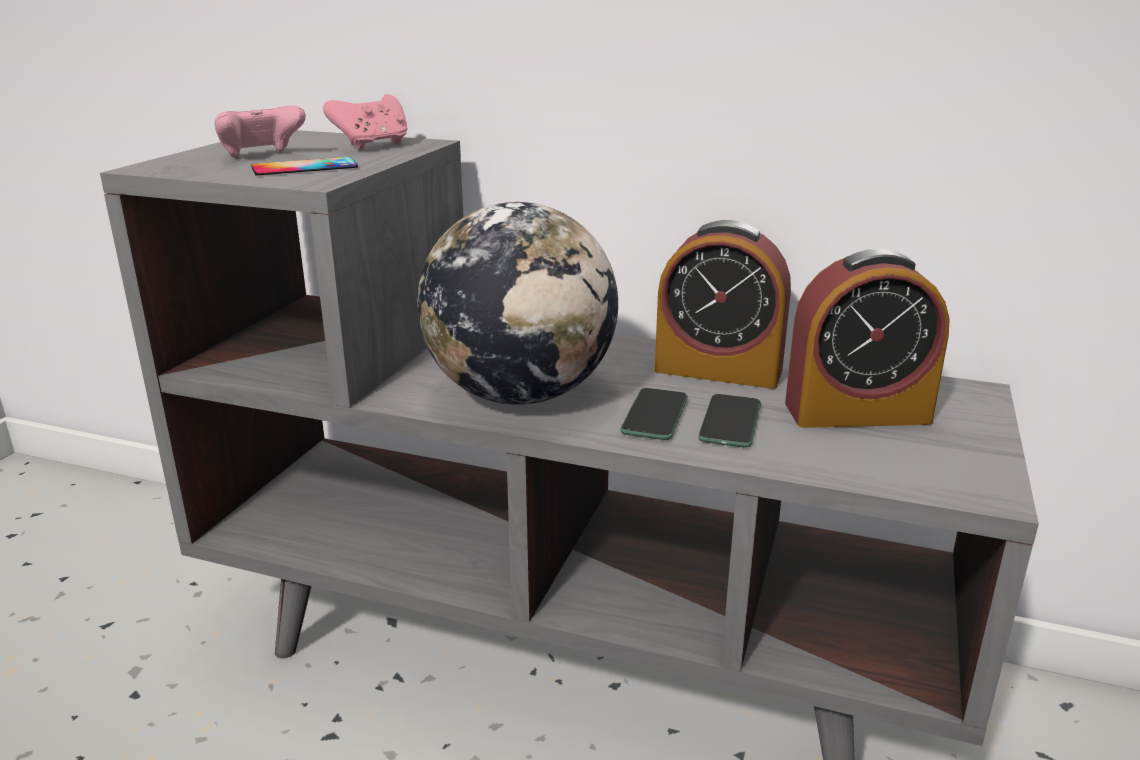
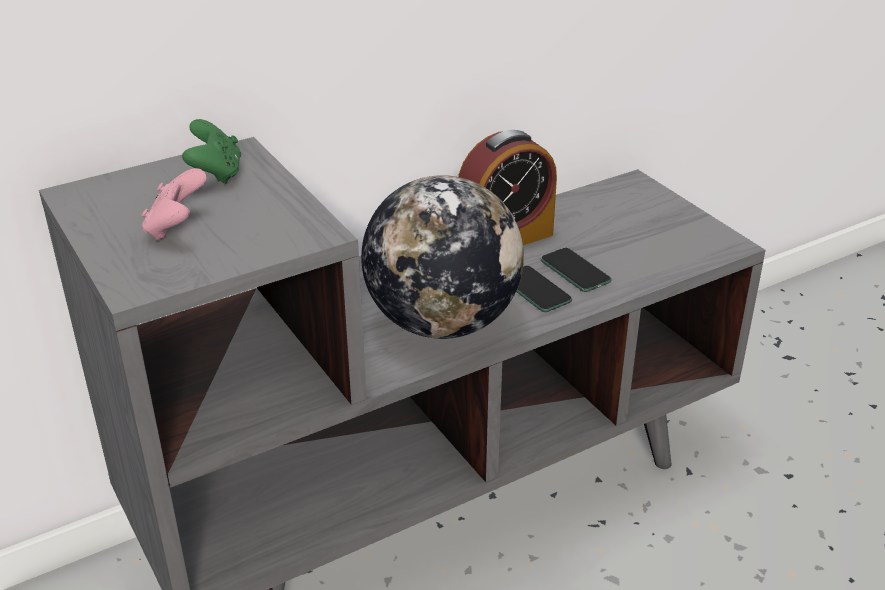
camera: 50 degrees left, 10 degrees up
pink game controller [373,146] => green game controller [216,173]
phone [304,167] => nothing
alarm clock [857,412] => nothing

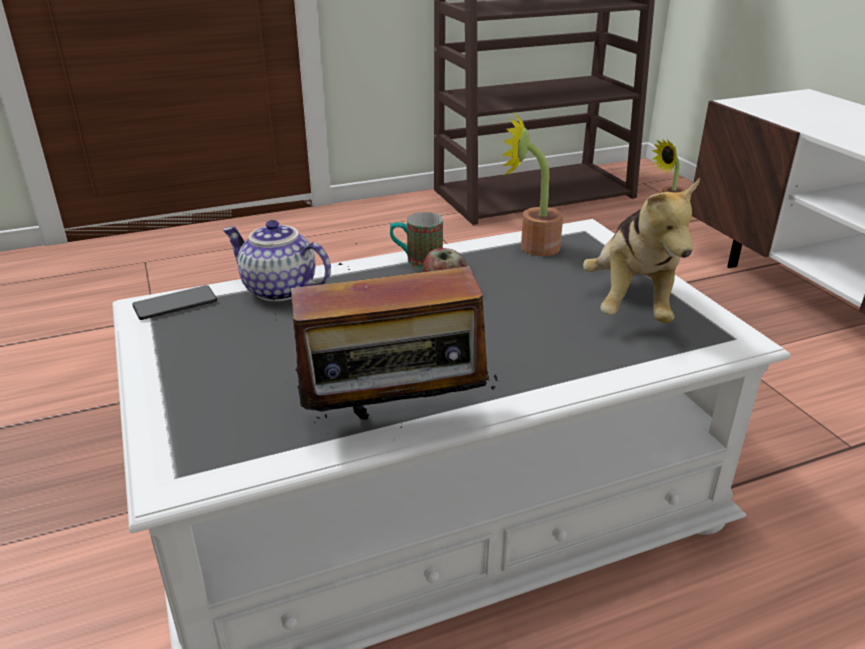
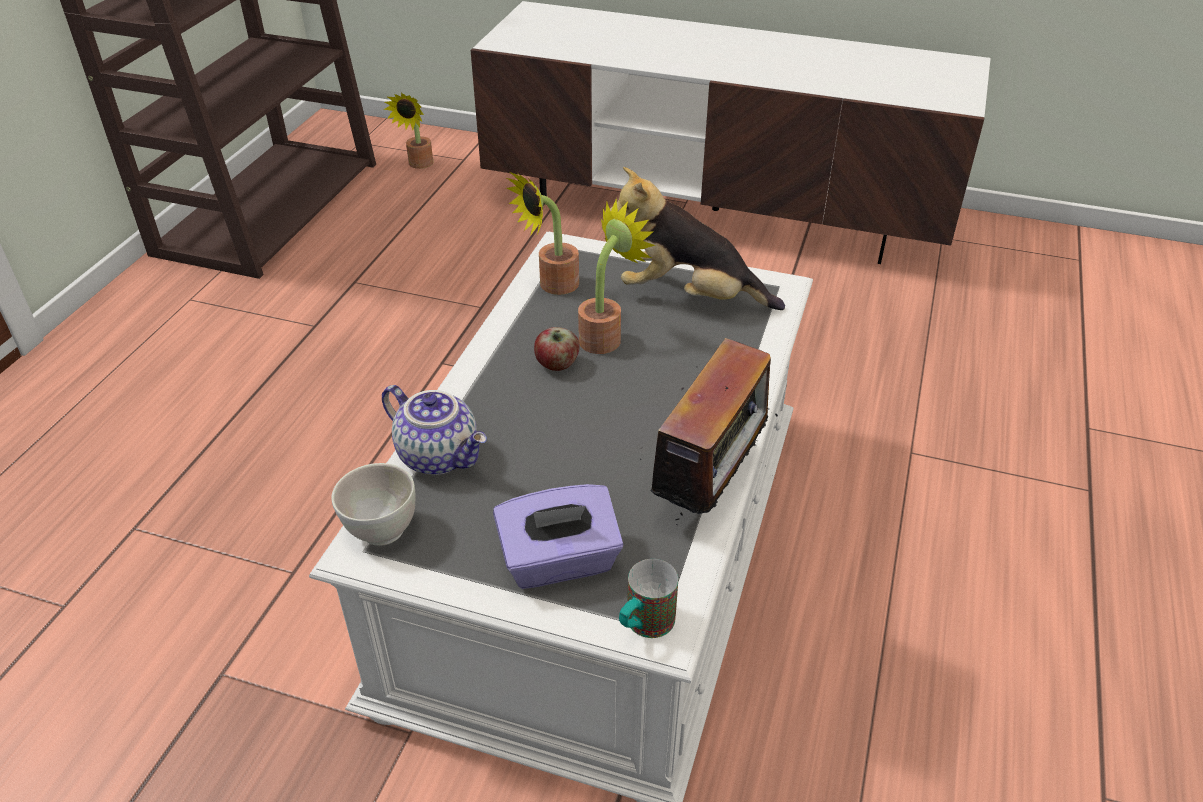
camera: 50 degrees left, 10 degrees up
plush toy [630,303] => plush toy [689,297], 150 degrees clockwise
mug [416,261] => mug [644,626], relocated
teapot [278,290] => teapot [440,455], 120 degrees counterclockwise
phone [175,304] => white bowl [381,530]
nothing => potted plant [606,336]
nothing => purple tissue box [559,562]

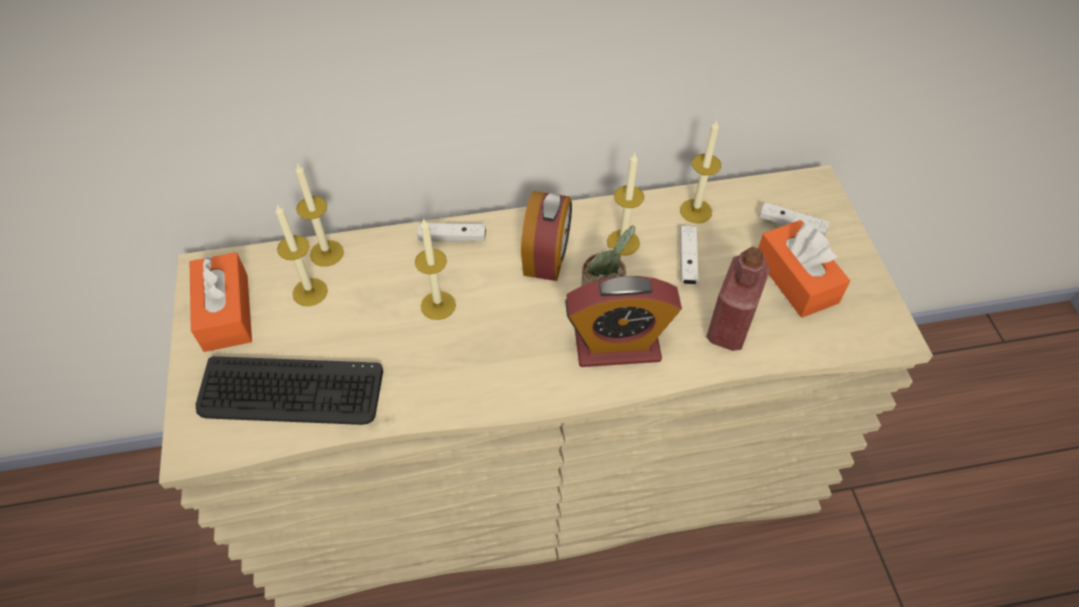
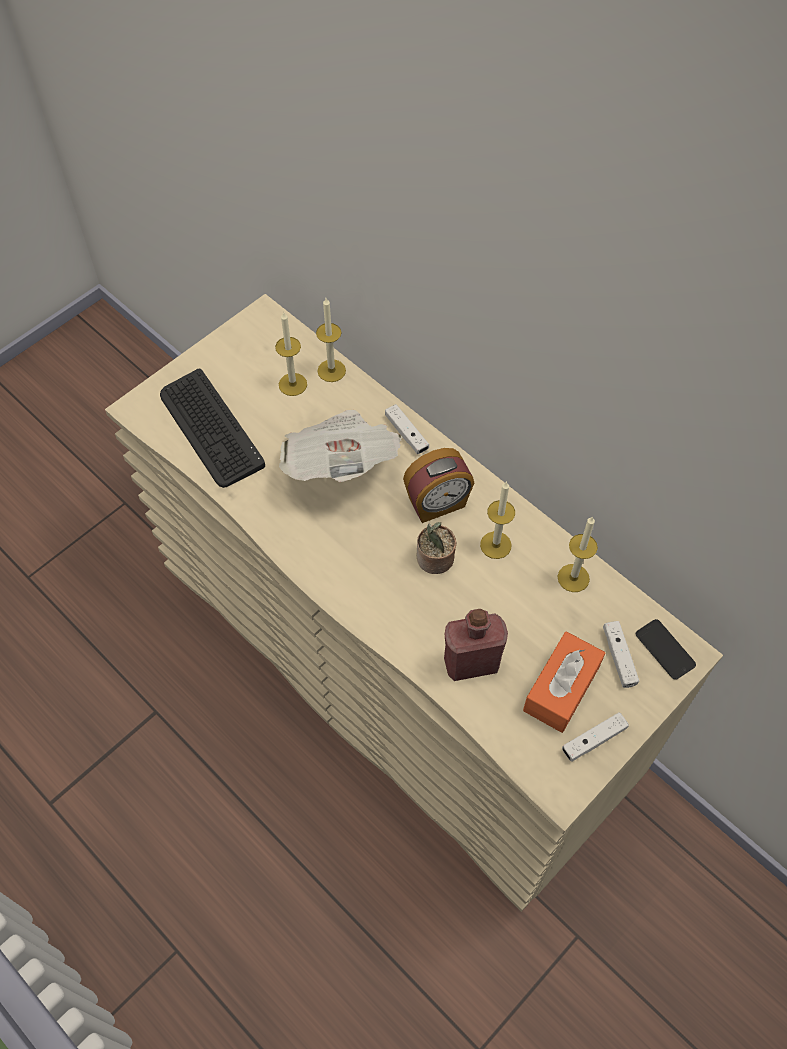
camera: 55 degrees right, 5 degrees up
candle [438,305] => newspaper [341,464]
white game controller [687,260] => white game controller [593,740], relocated
orange tissue box [226,312] => nothing
alarm clock [617,346] => nothing
nothing => phone [665,649]

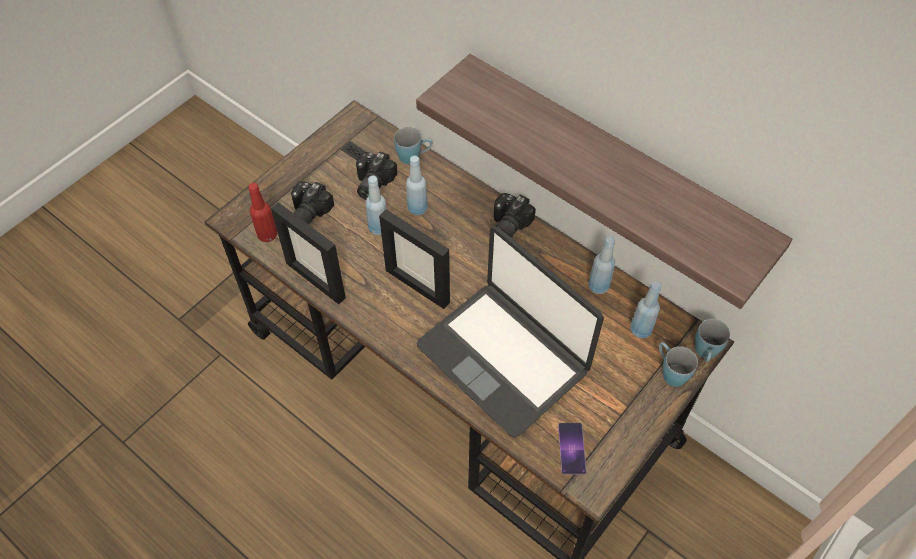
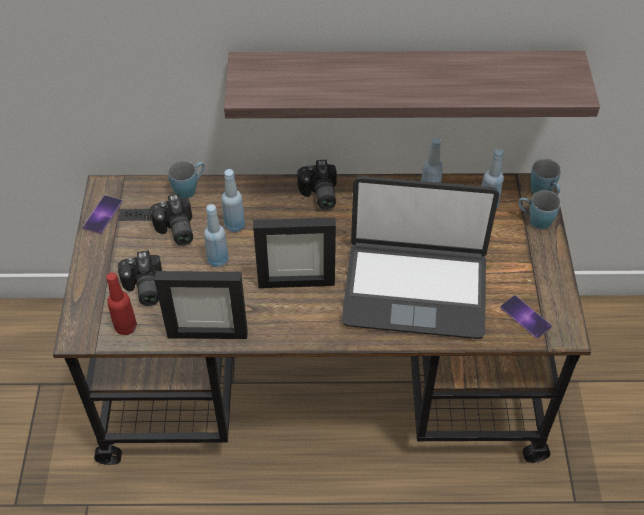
camera: 40 degrees left, 5 degrees down
nothing => phone [102,215]

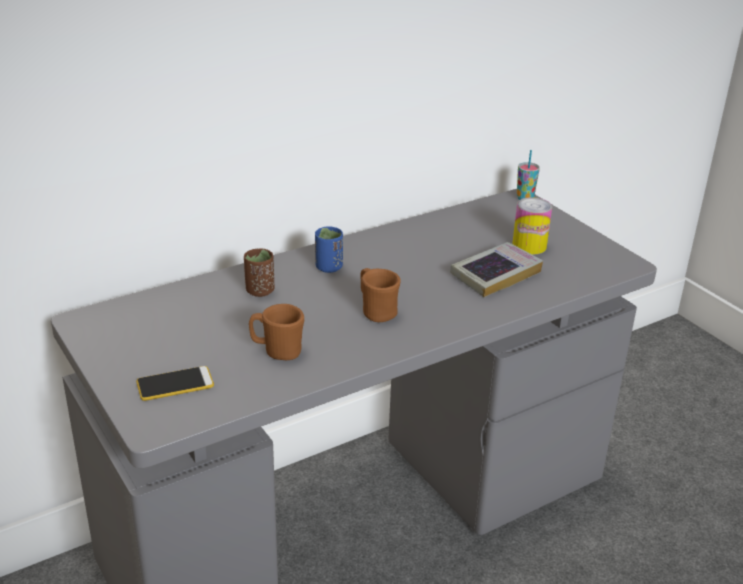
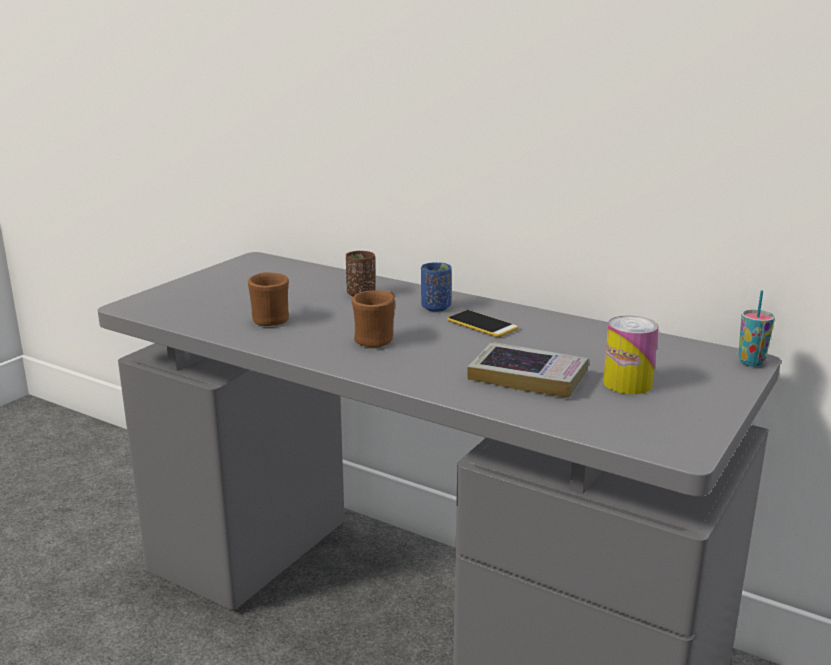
camera: 65 degrees right, 10 degrees down
phone [175,384] => phone [482,325], relocated

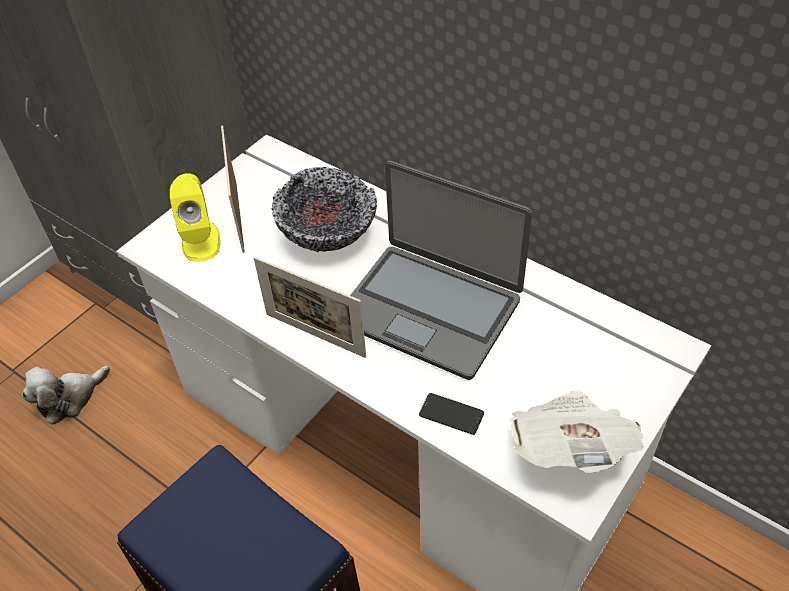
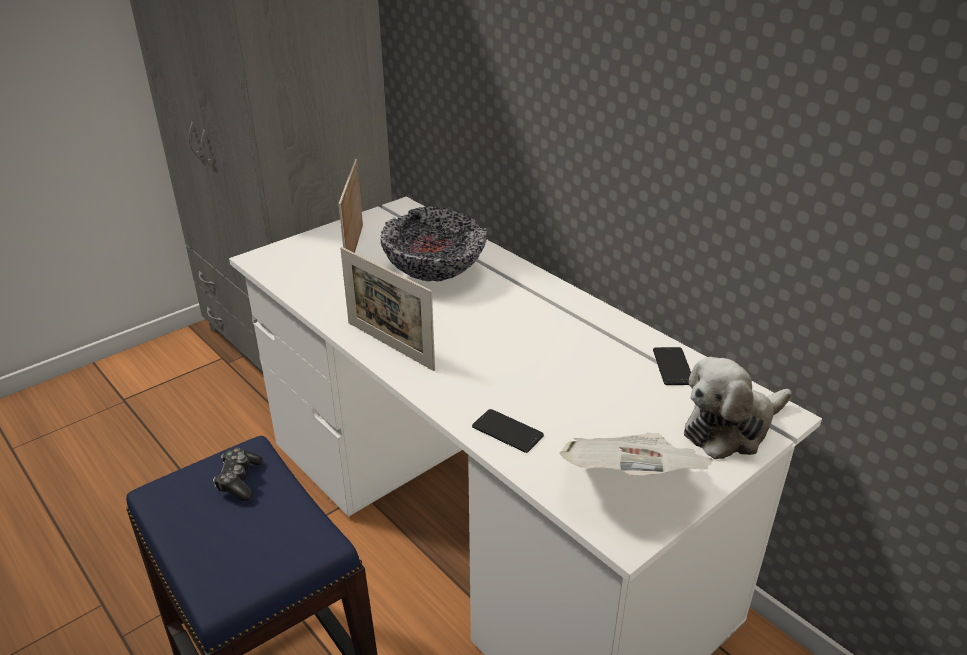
camera: 10 degrees right, 15 degrees down
laptop [430,309] => nothing
yellow speaker [201,241] => nothing
plush toy [70,398] => plush toy [731,428], relocated
nothing => phone [672,367]
nothing => game controller [239,480]

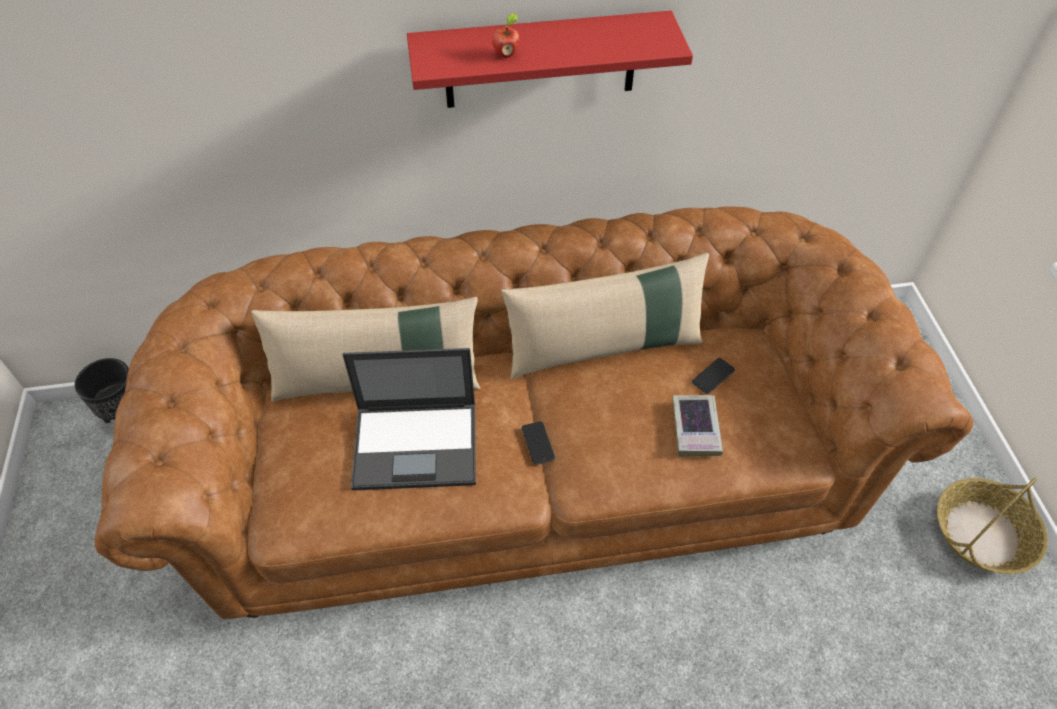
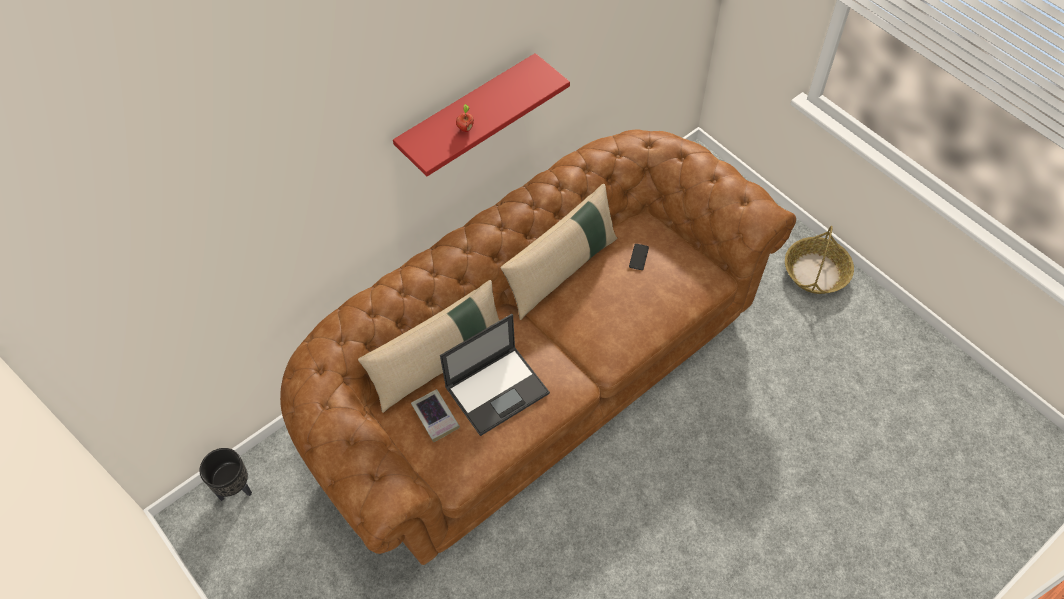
camera: 30 degrees left, 5 degrees up
book [695,428] => book [435,417], relocated
phone [538,443] => nothing

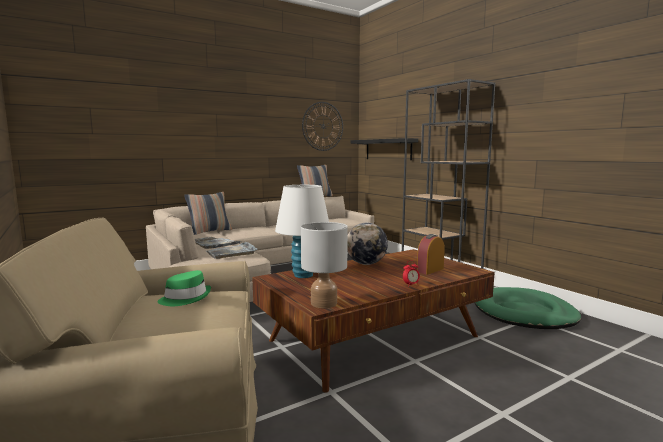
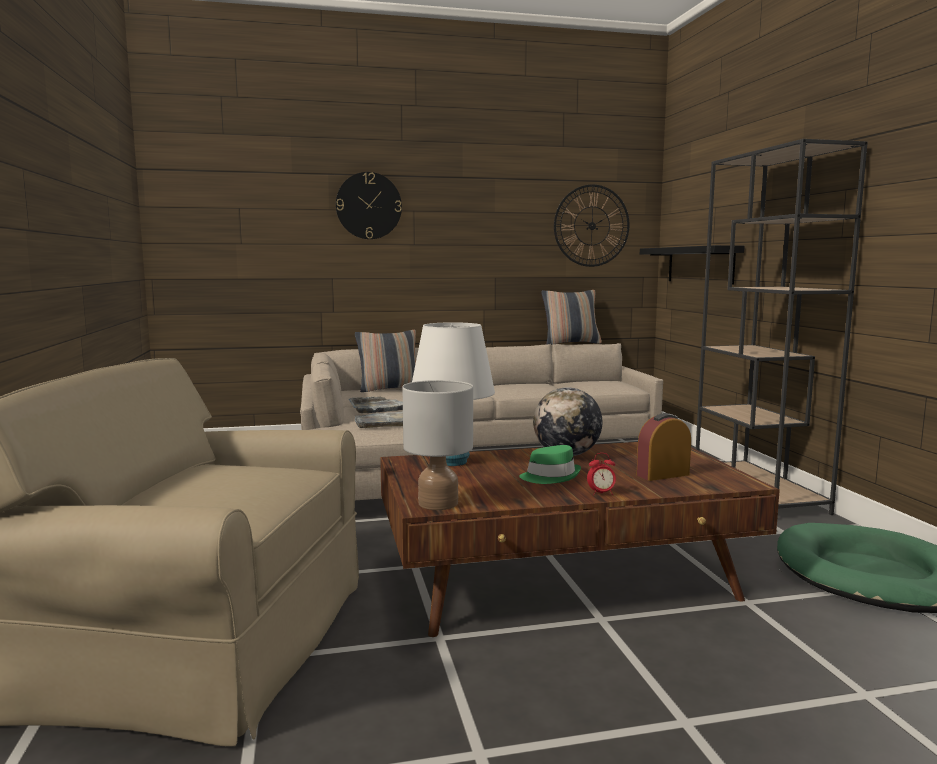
camera: 20 degrees right, 0 degrees up
green hat [185,298] => green hat [550,477], relocated
nothing => wall clock [368,206]

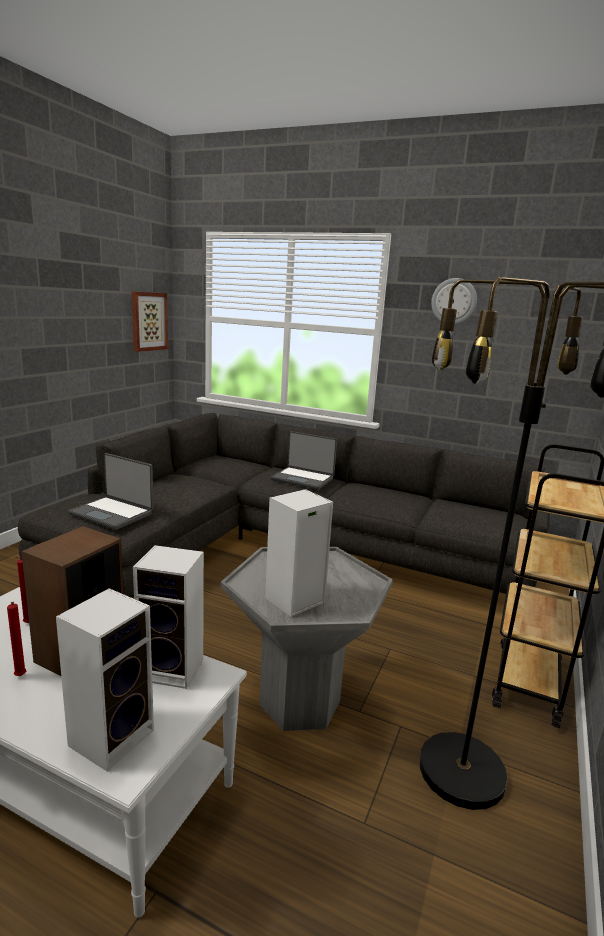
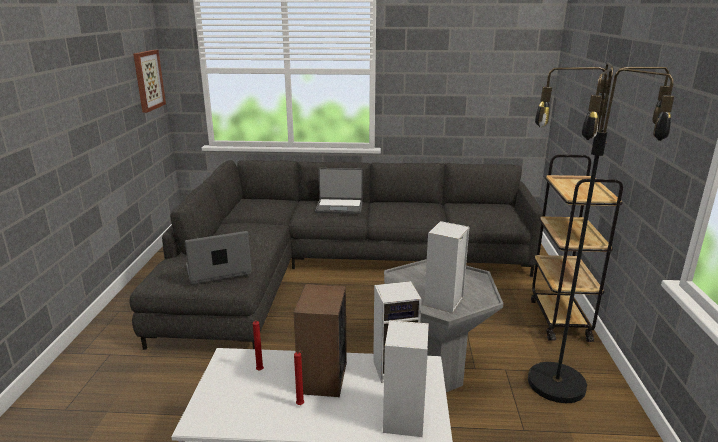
camera: 20 degrees left, 5 degrees up
wall clock [454,301] => nothing
laptop [112,513] => laptop [218,271], 150 degrees clockwise

